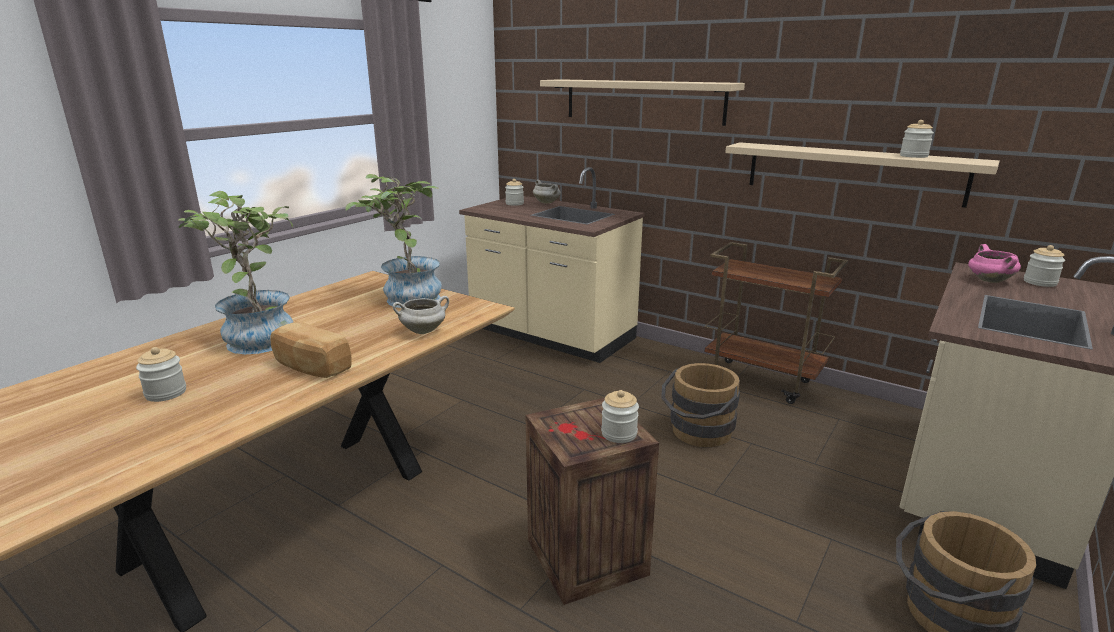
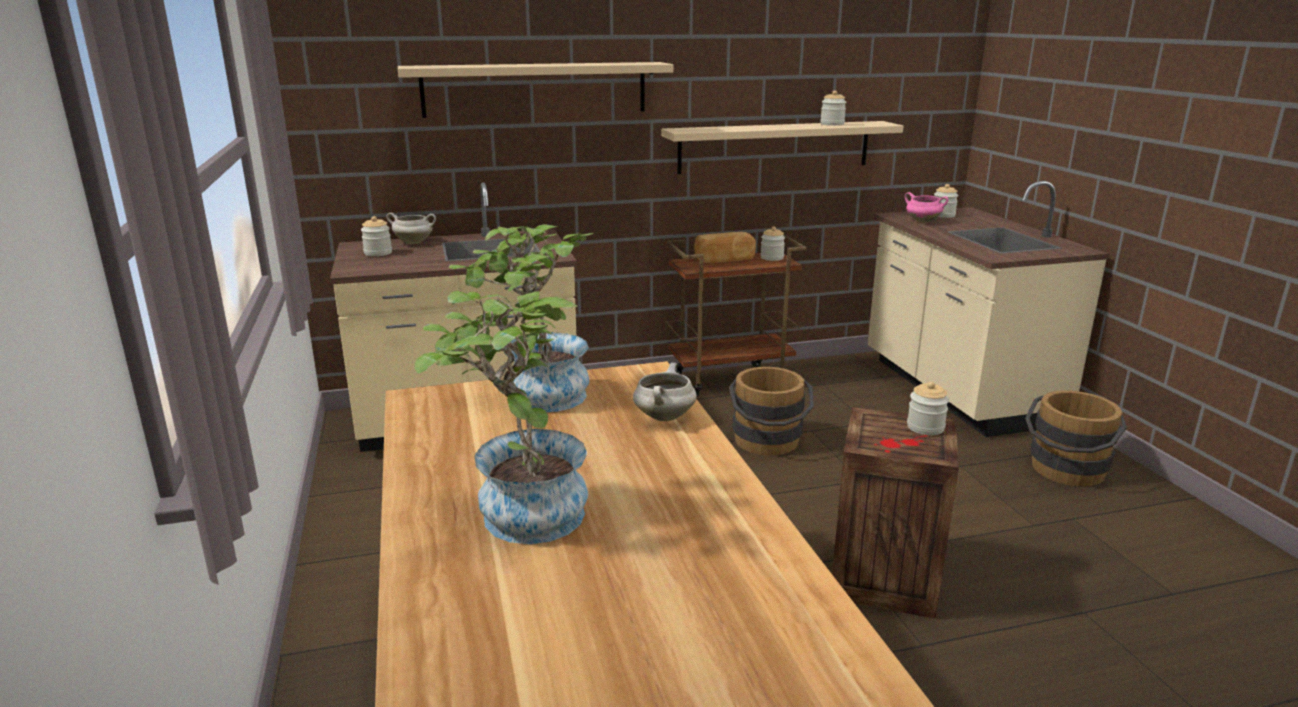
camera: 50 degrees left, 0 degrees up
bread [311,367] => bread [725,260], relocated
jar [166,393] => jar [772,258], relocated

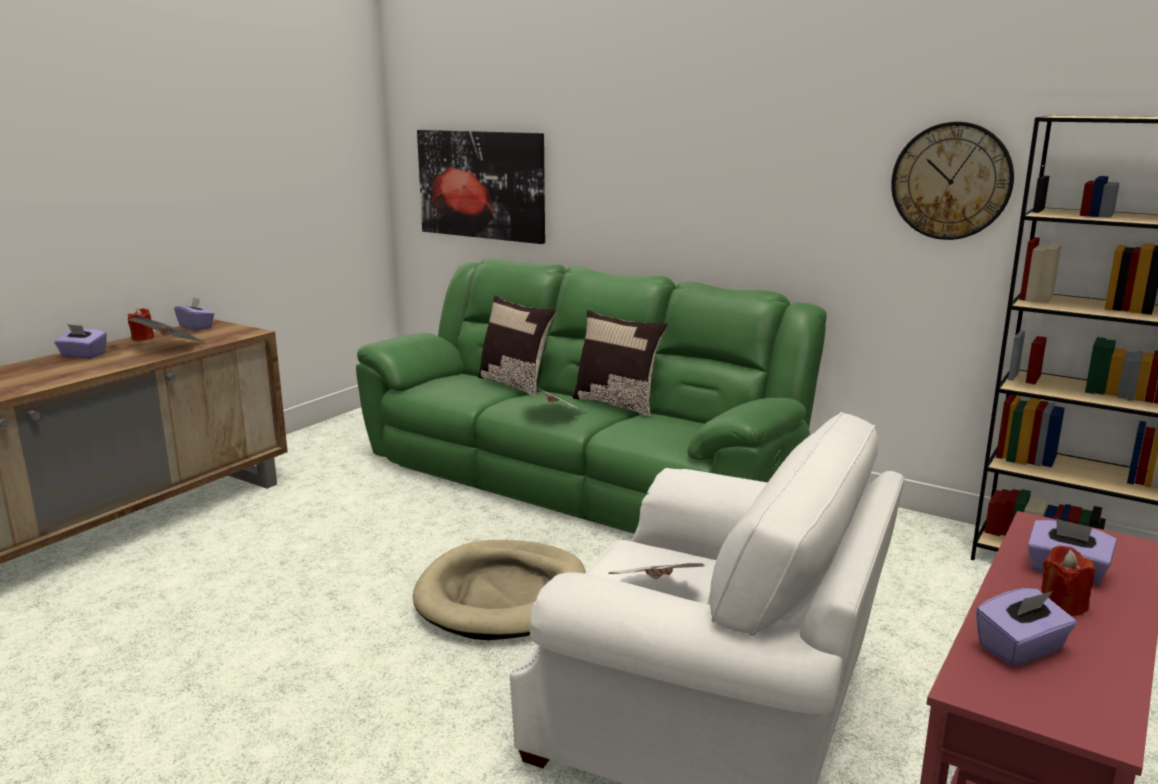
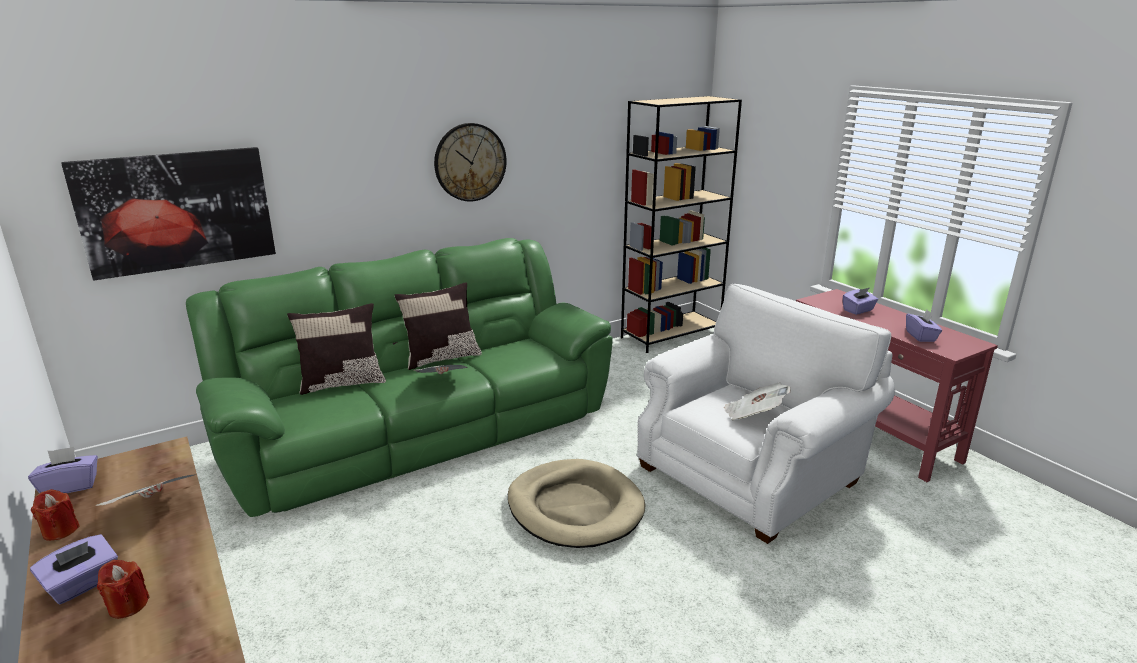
camera: 65 degrees left, 5 degrees up
wall clock [951,181] => wall clock [470,162], relocated
red candle [1062,605] => red candle [128,605], relocated

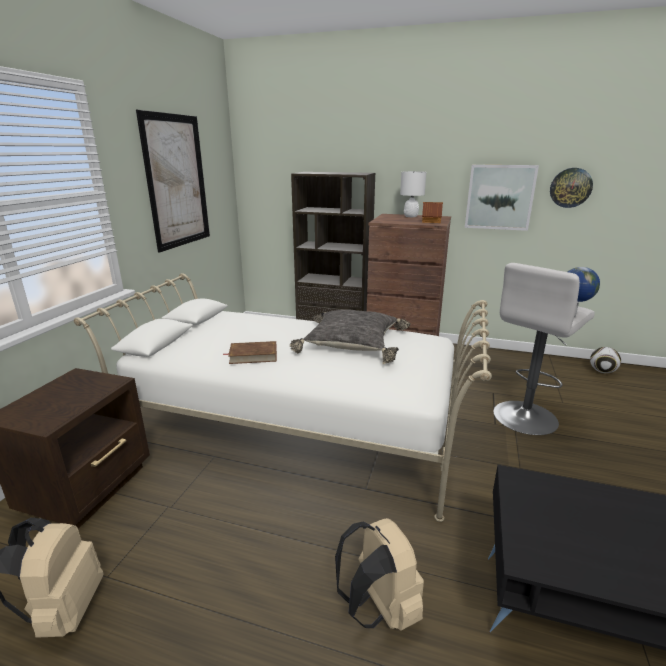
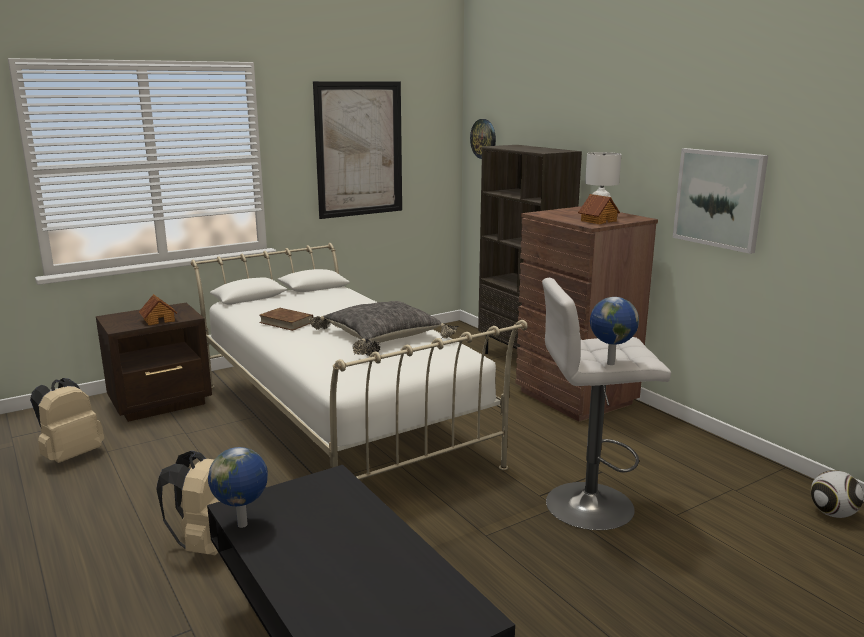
camera: 40 degrees right, 5 degrees down
wall clock [570,187] => wall clock [483,139], relocated
nothing => toy house [159,320]
nothing => globe [243,525]

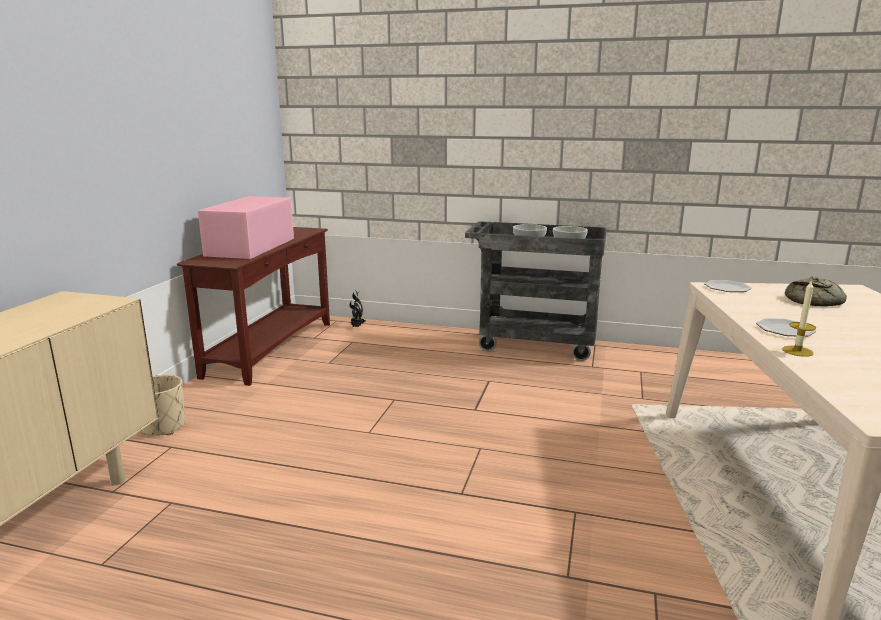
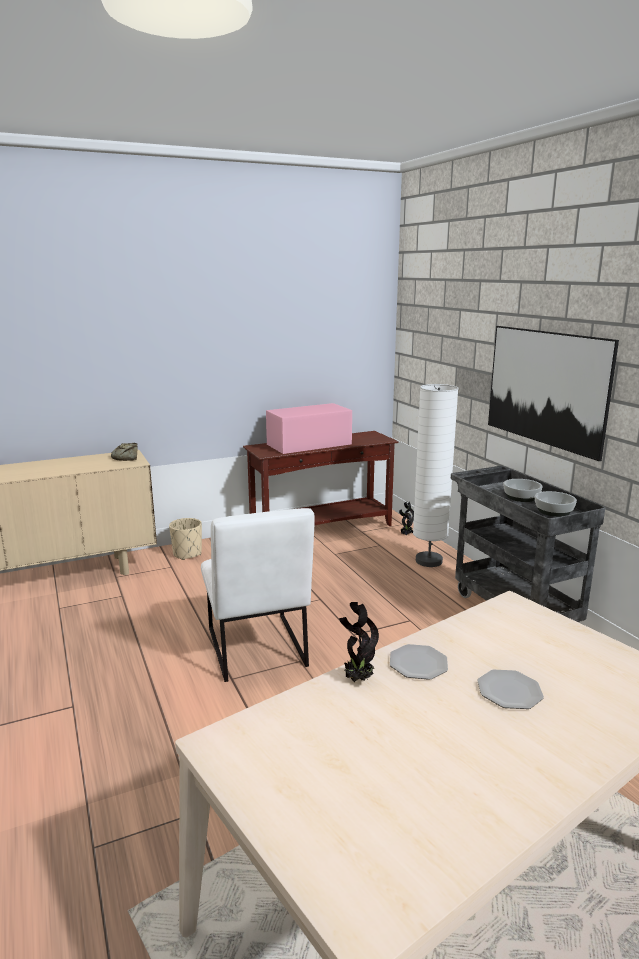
camera: 50 degrees right, 0 degrees up
bread [815,301] => bread [126,457], relocated
plate [727,288] => plate [509,691], relocated
candle [797,351] => potted plant [357,680]
nothing => picture [546,387]
nothing => white floor lamp [429,561]
nothing => white chair [256,648]

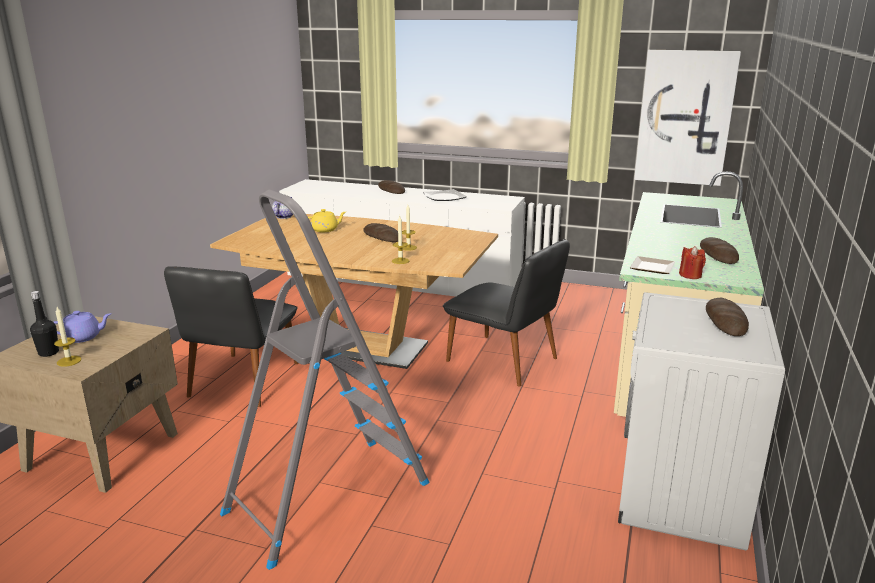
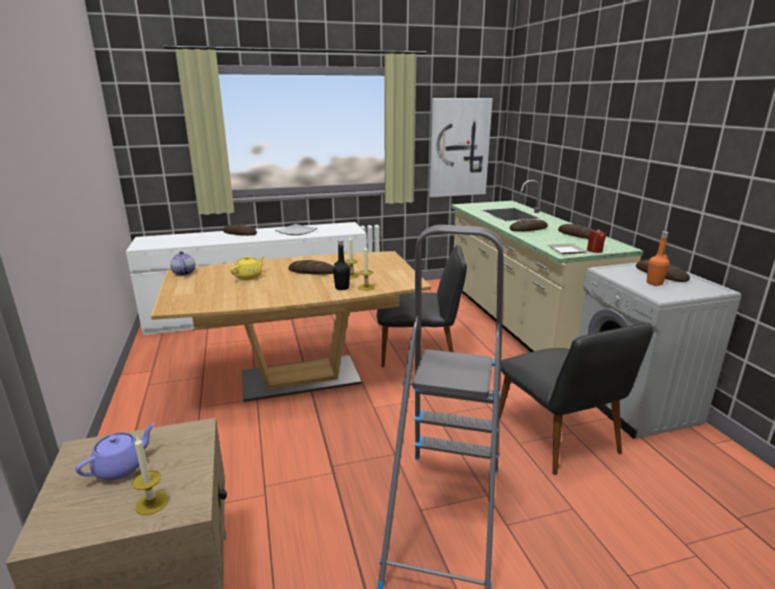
camera: 35 degrees left, 0 degrees up
black chair [245,379] => black chair [556,435], relocated
black bottle [48,353] => black bottle [342,288], relocated
nothing => bread [528,229]
nothing => orange bottle [654,283]

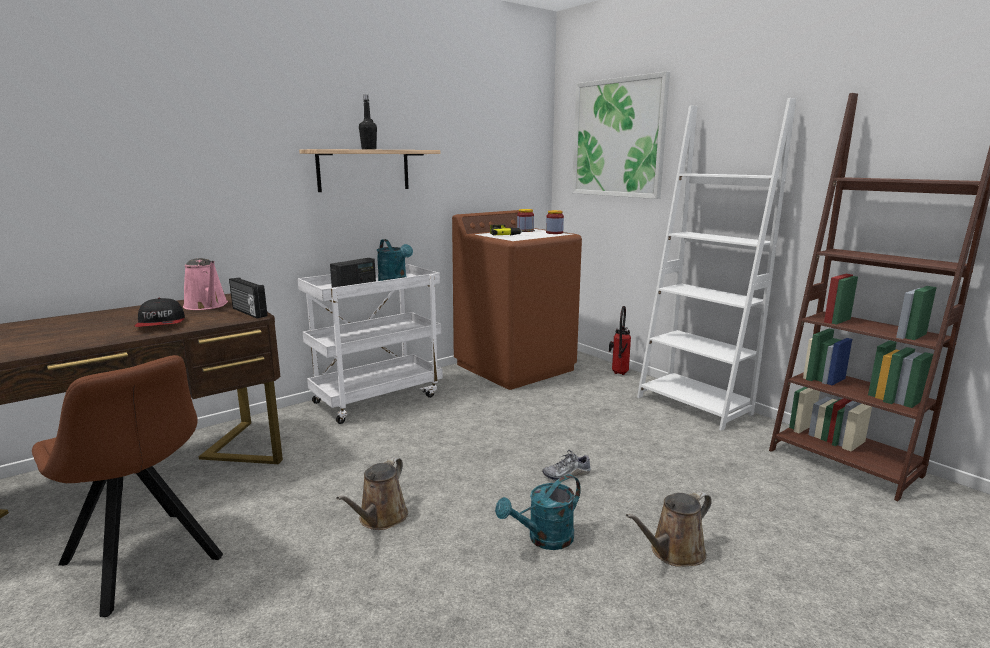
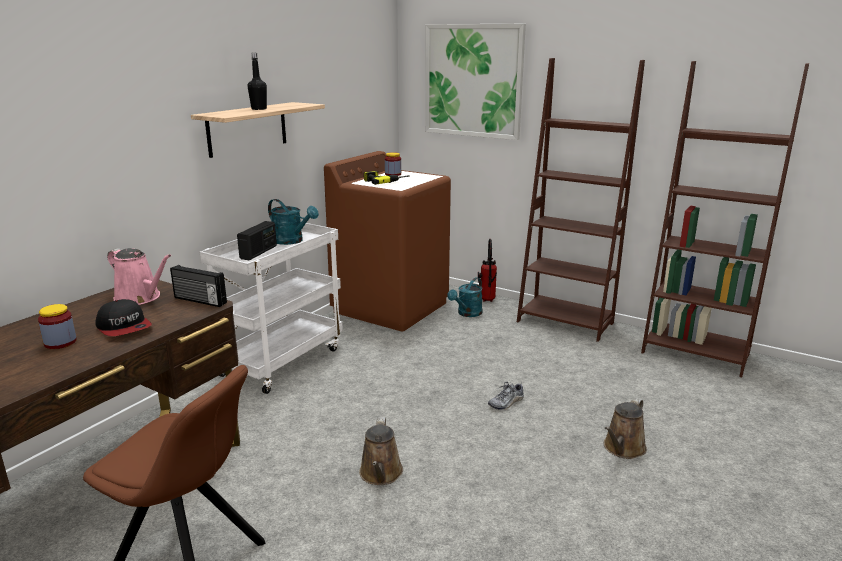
camera: 20 degrees left, 5 degrees up
white bookcase [693,405] => brown bookcase [565,322]
jar [554,233] => jar [60,342], relocated
turquoise watering can [544,539] => turquoise watering can [467,314], relocated

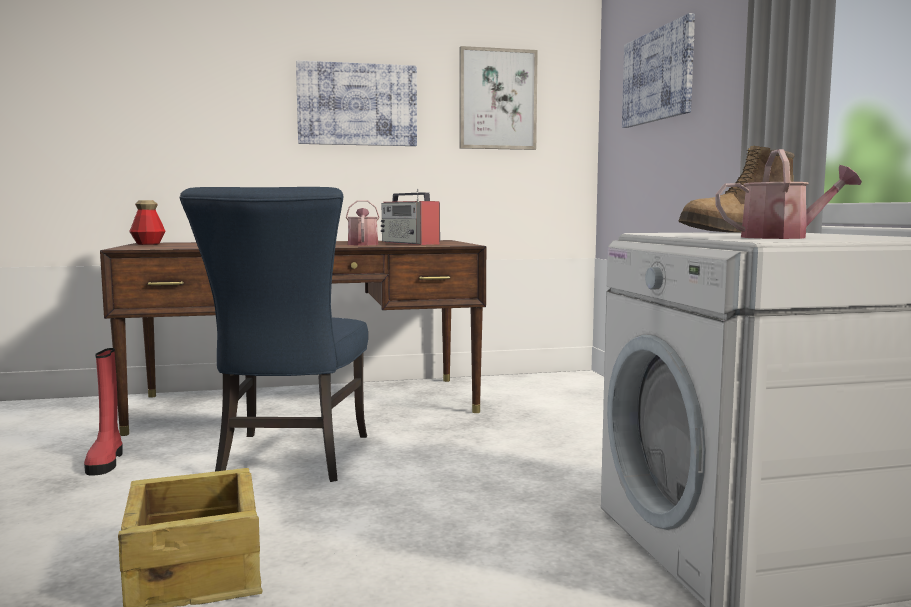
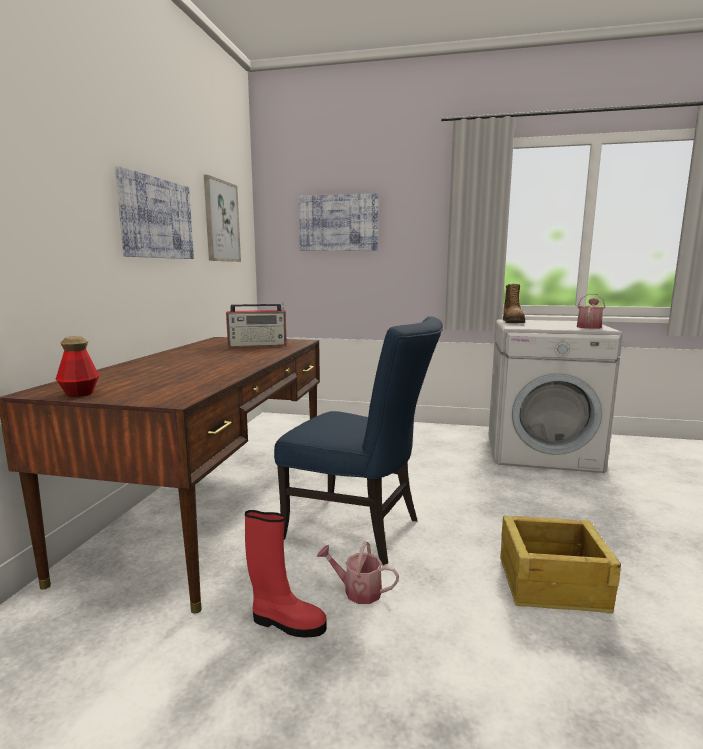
camera: 65 degrees left, 5 degrees up
watering can [363,244] => watering can [357,591], relocated

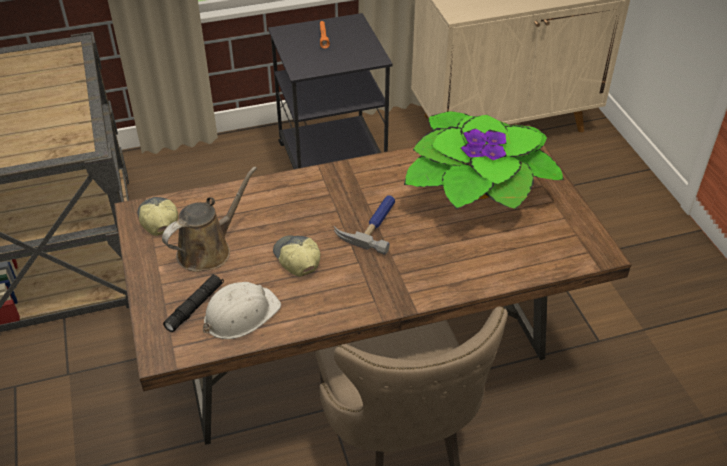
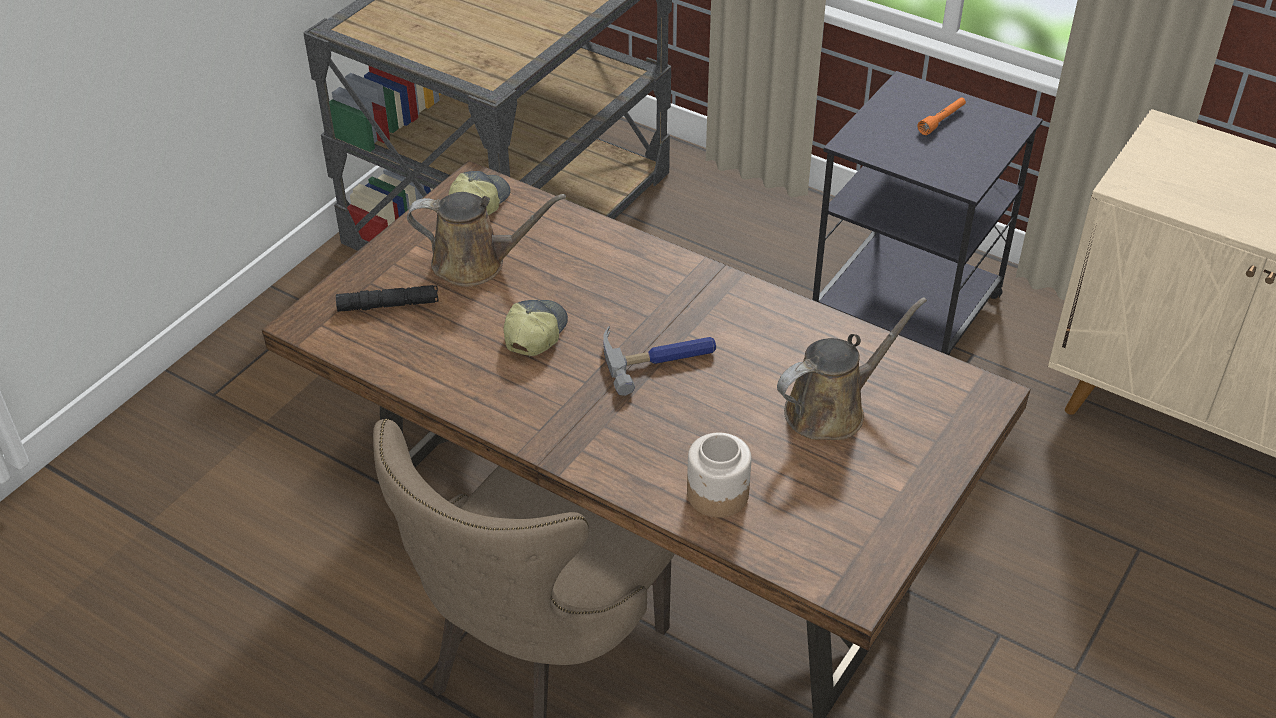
camera: 50 degrees right, 0 degrees up
potted plant [476,189] => brown watering can [831,409]
white hard hat [240,314] => nothing
nothing => jar [718,494]

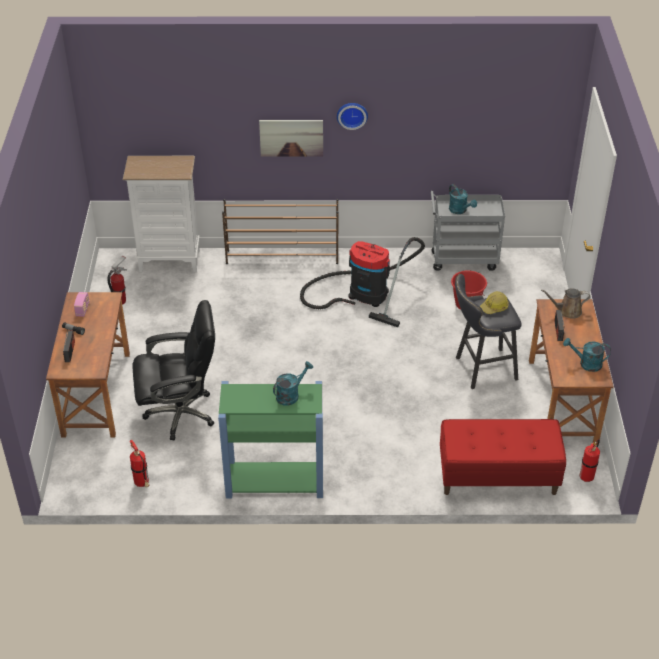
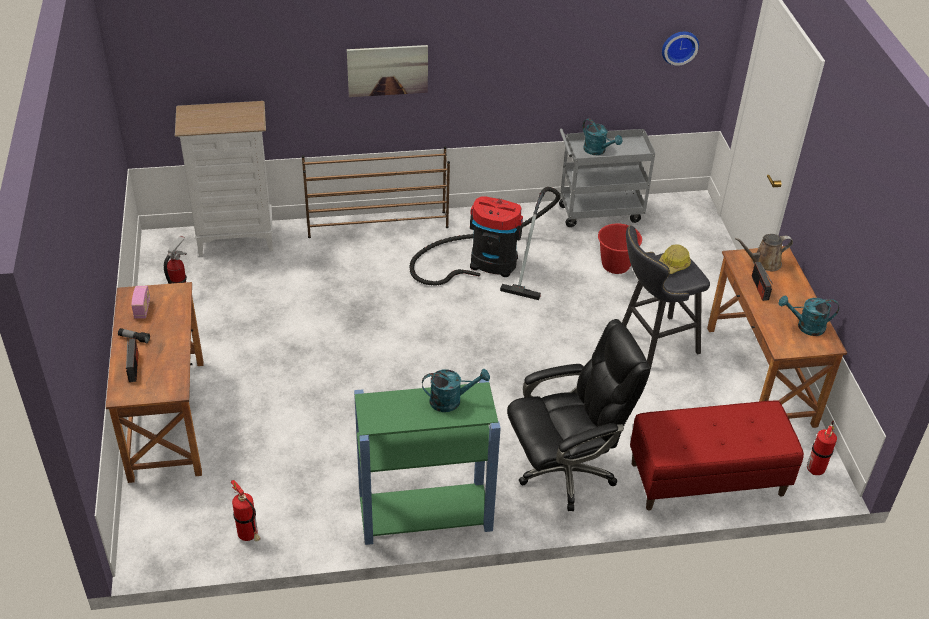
camera: 10 degrees left, 0 degrees up
wall clock [352,114] => wall clock [679,46], relocated
black office chair [179,414] => black office chair [564,472], relocated
turquoise watering can [291,395] => turquoise watering can [451,400], 45 degrees clockwise

